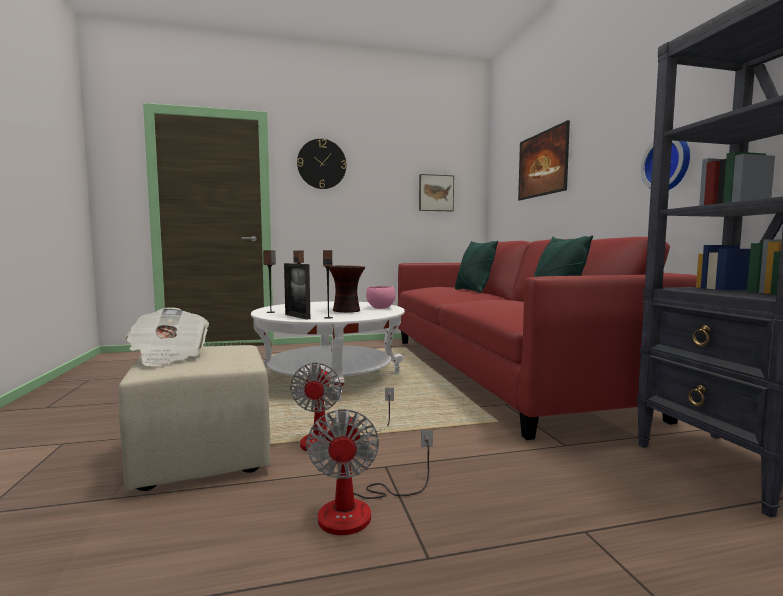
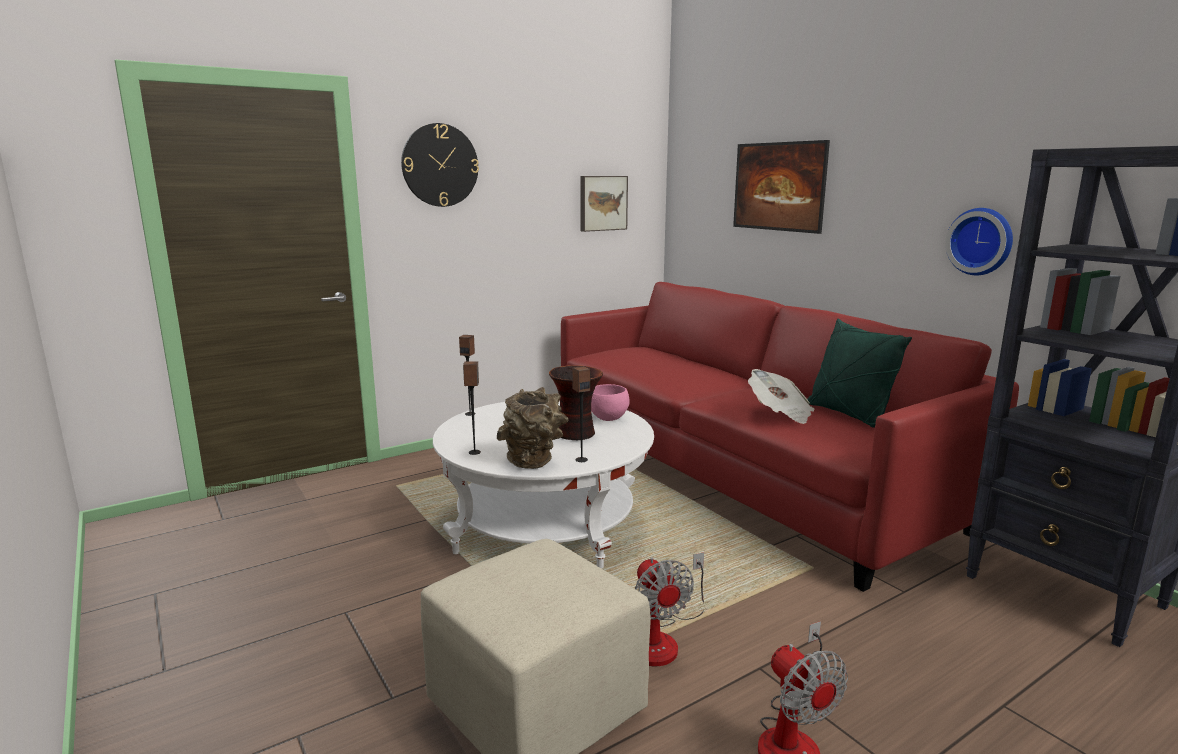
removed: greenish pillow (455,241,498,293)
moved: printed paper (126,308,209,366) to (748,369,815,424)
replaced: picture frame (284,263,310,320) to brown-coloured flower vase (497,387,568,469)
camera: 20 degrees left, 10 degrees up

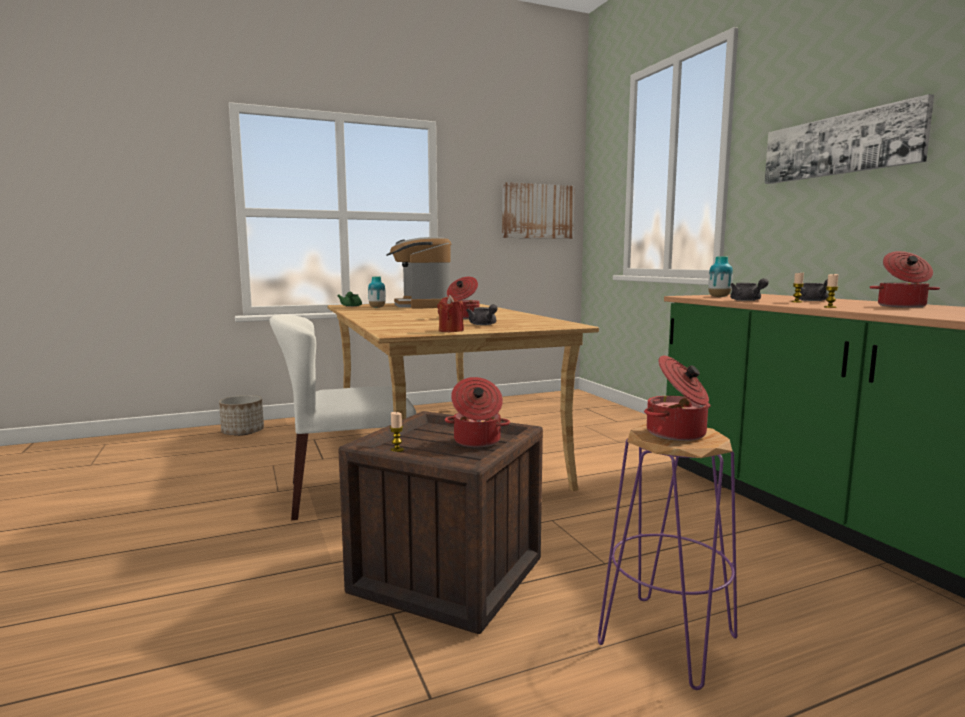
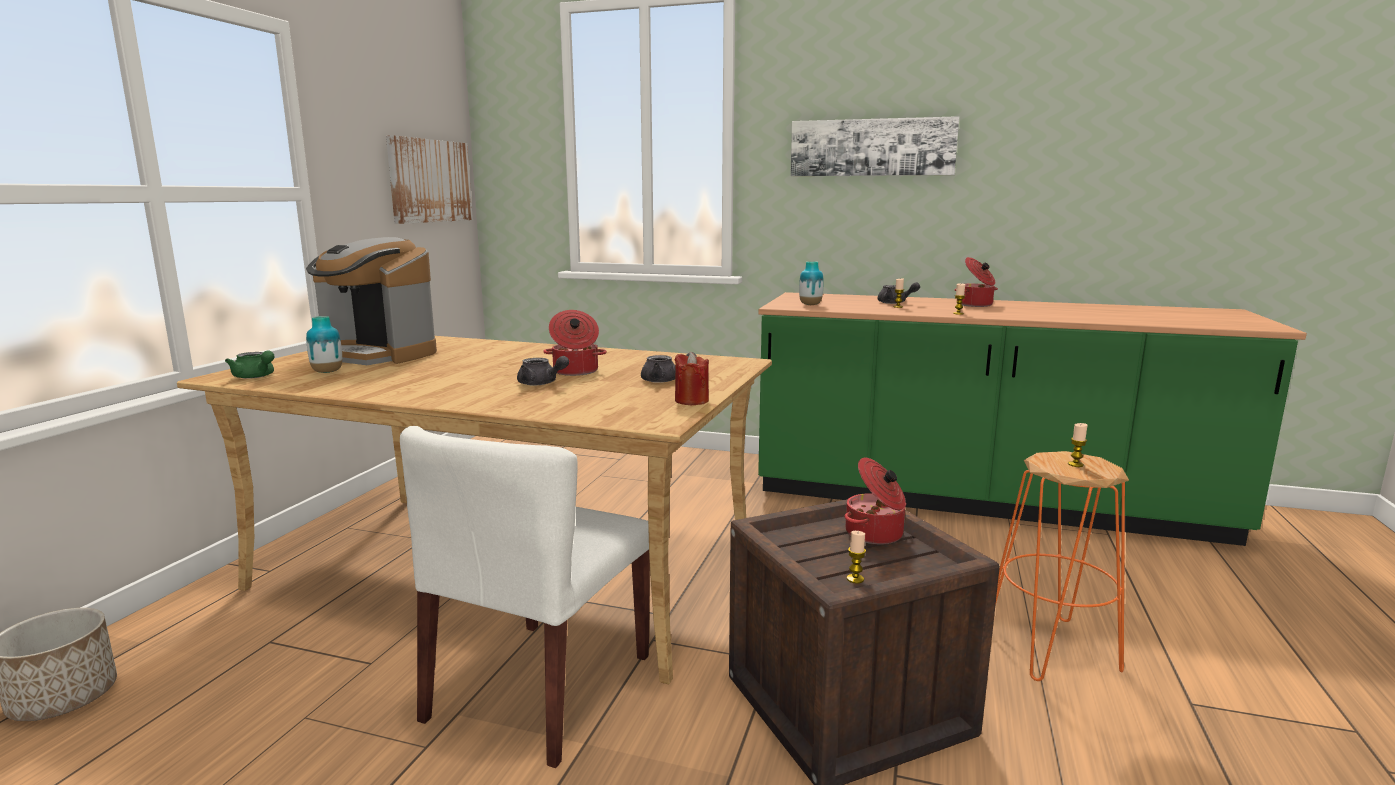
moved: grey teapot (730,278,769,301) to (517,356,569,386)
replaced: cooking pot (644,356,710,441) to candle (1068,423,1087,467)
recoloured: purple sitting stool (598,423,737,690) to orange-coloured sitting stool (996,451,1129,681)
camera: 50 degrees left, 5 degrees up

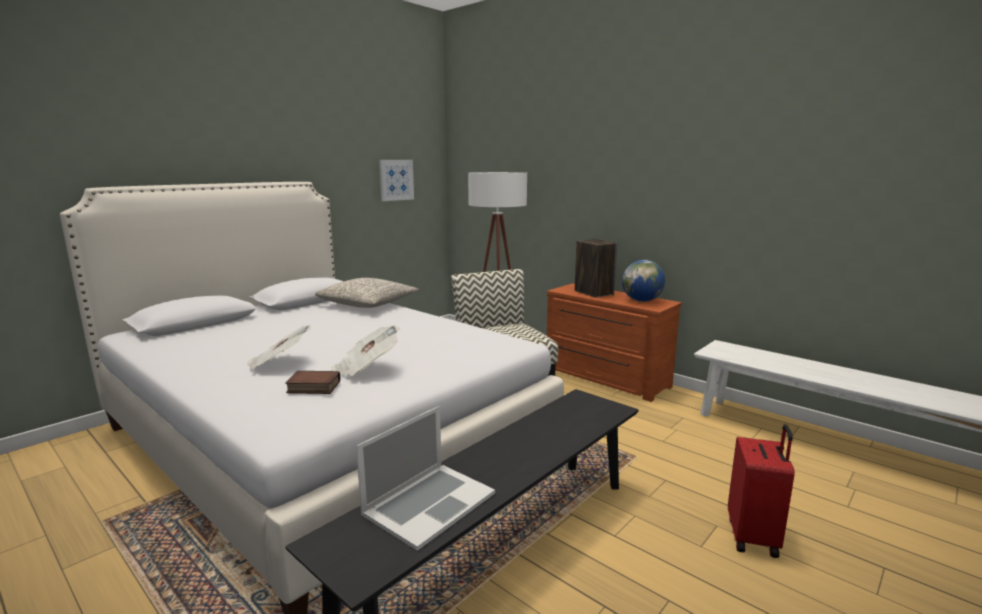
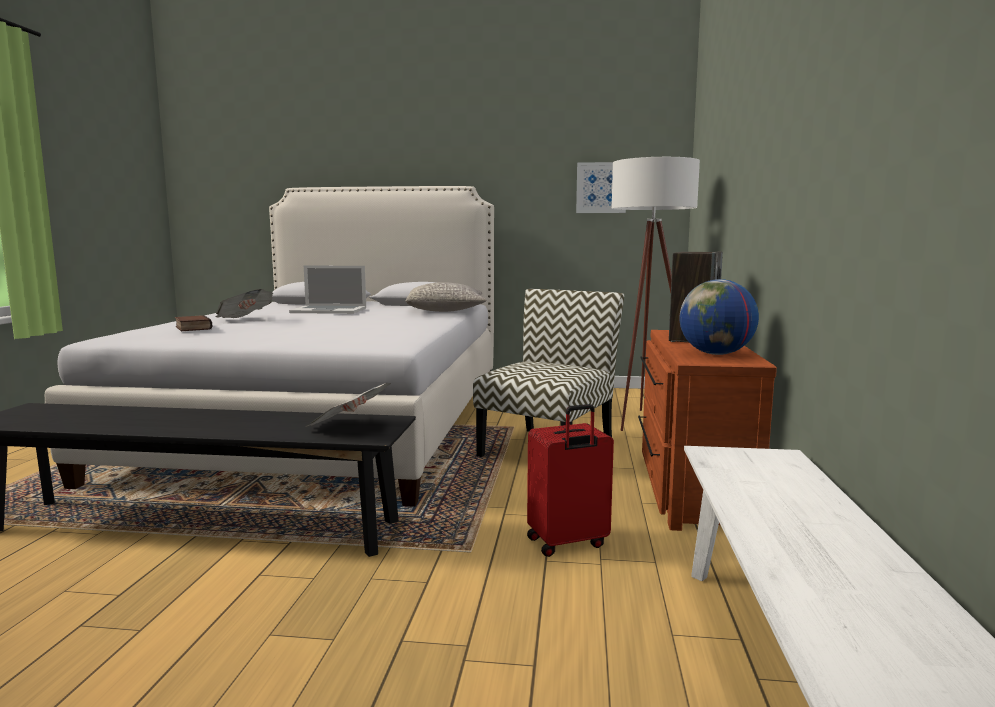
moved: printed paper (331,326,400,376) to (305,383,391,427); laptop (356,406,495,551) to (289,266,366,314); reddish suitcase (728,424,795,558) to (527,404,614,557)
camera: 55 degrees right, 5 degrees down

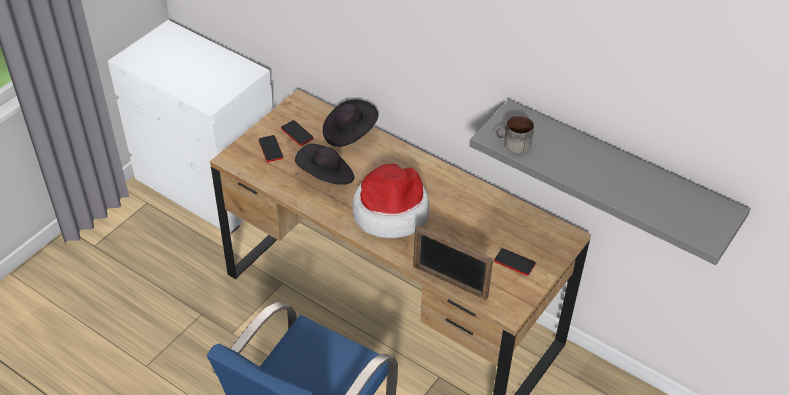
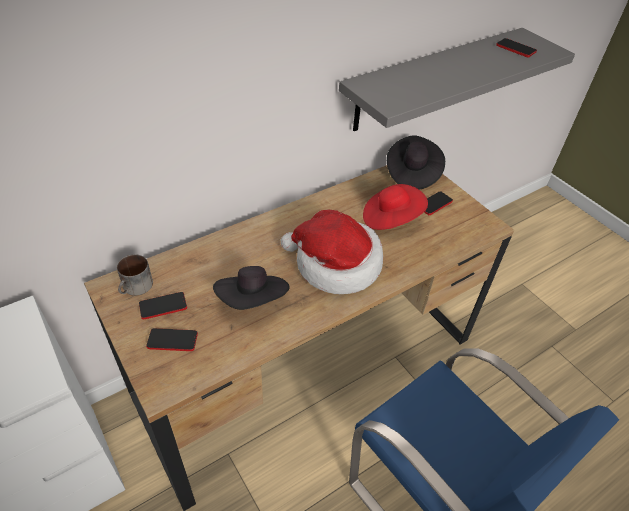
removed: picture frame (413,225,493,300)
added: reddish wearable hat (363,184,428,230); telephone (496,38,537,57)
moved: black wearable hat (323,100,378,147) to (387,135,445,189); tea mug (496,115,534,153) to (117,254,153,296)
camera: 70 degrees left, 0 degrees up

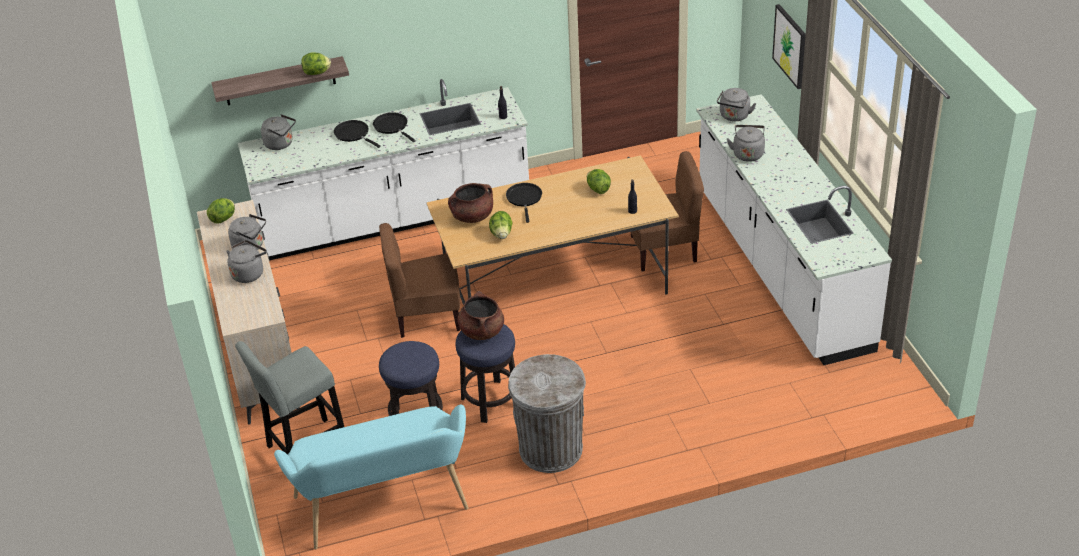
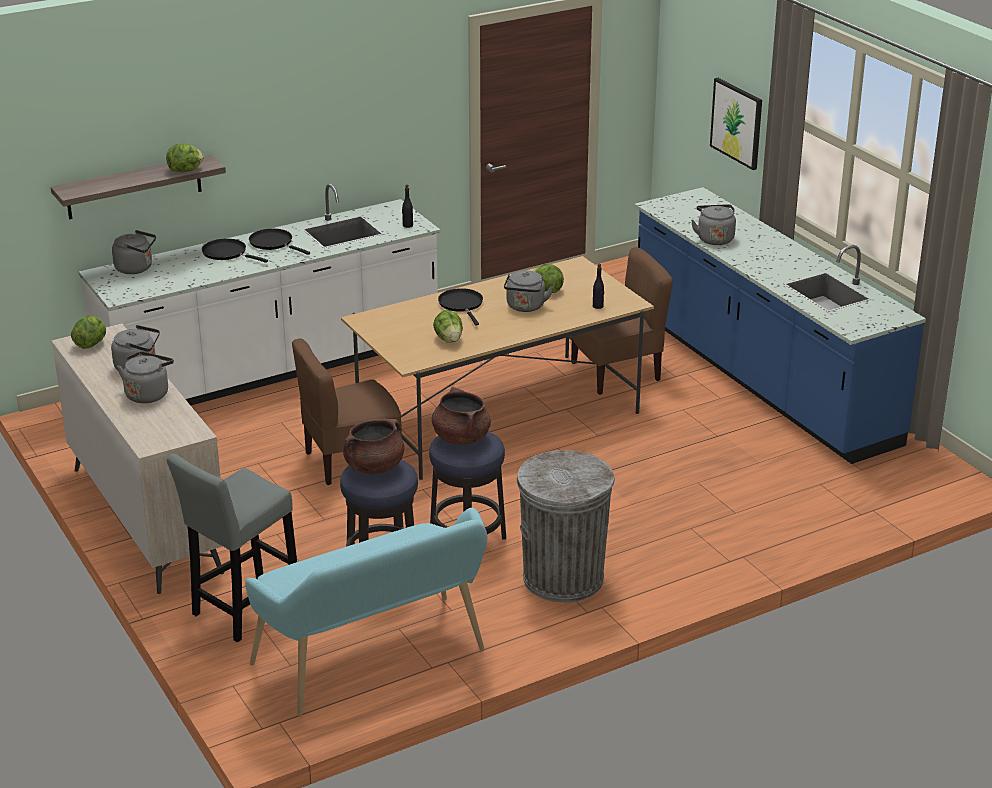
moved: brown-coloured cooking pot (448,183,493,223) to (343,419,404,474); grey water kettle (717,88,756,121) to (504,270,553,312)
recoloured: white-coloured counter (696,94,892,365) to bluish counter (634,187,926,464)
camera: 15 degrees left, 10 degrees down

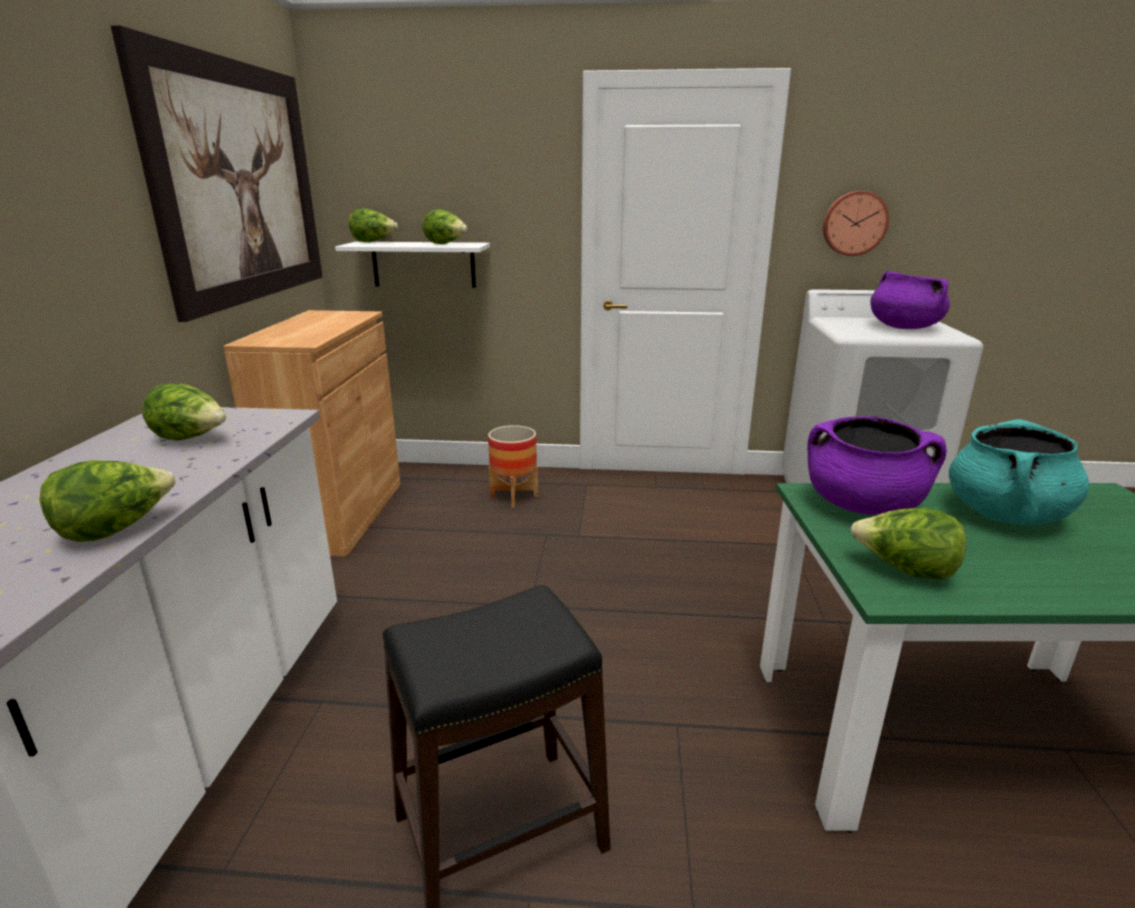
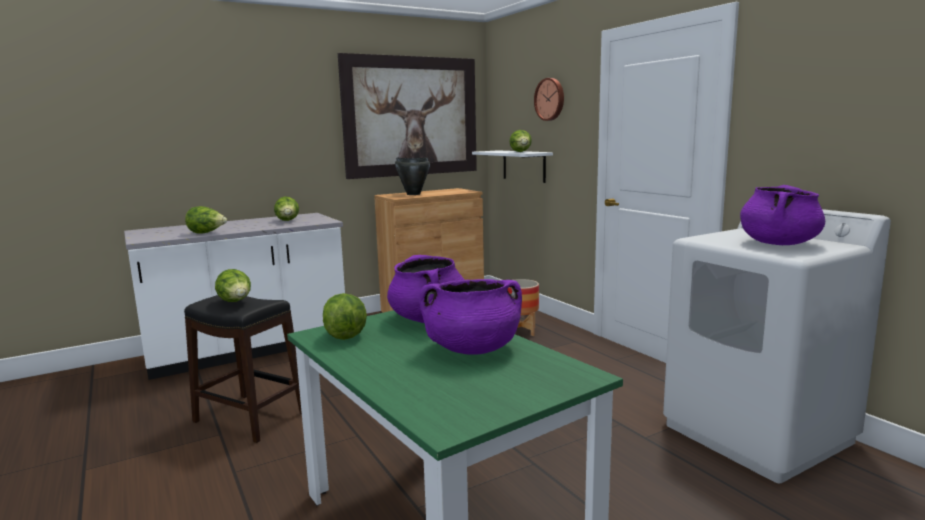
added: black cooking pot (395,158,430,195)
moved: lettuce head (349,208,398,242) to (215,269,251,302); wall clock (823,191,889,256) to (534,78,564,121)
recoloured: blue-green cooking pot (949,419,1090,525) to purple cooking pot (419,279,522,355)
camera: 55 degrees right, 10 degrees down

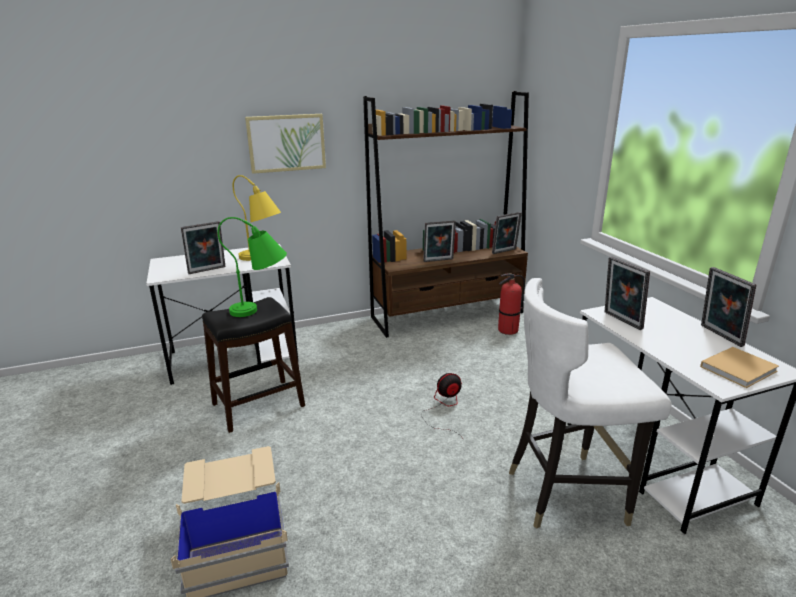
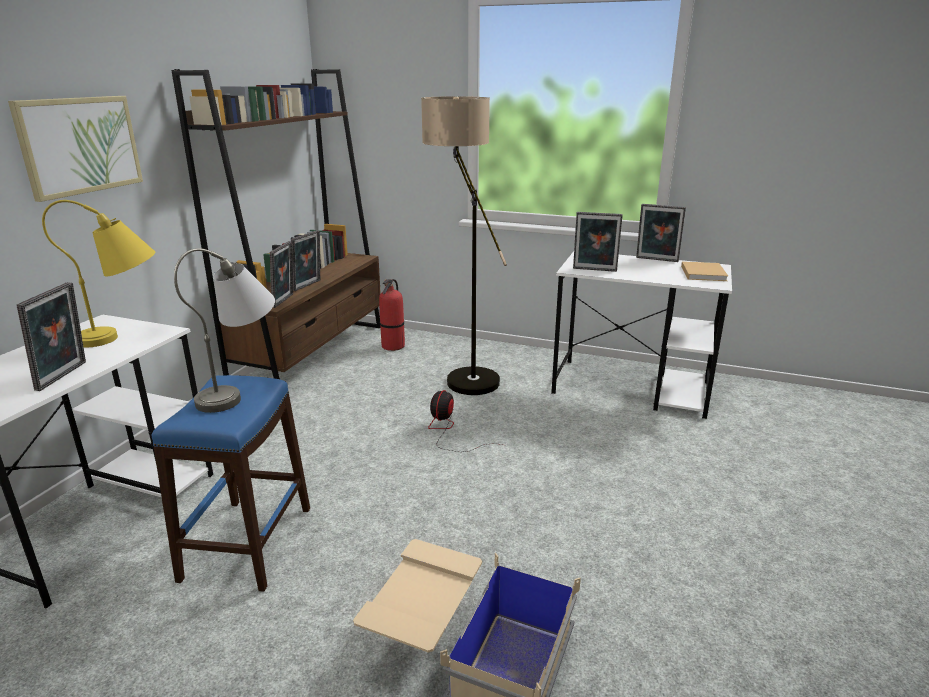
removed: white-coloured chair (509,278,671,529)
added: standing lamp (421,96,507,395)
moved: picture frame (492,212,522,254) to (270,241,293,308)
recoloured: black sitting stool (202,297,305,433) to bluish sitting stool (152,375,310,592); greenish table lamp (218,217,287,317) to grey table lamp (174,248,275,413)
camera: 50 degrees left, 0 degrees up

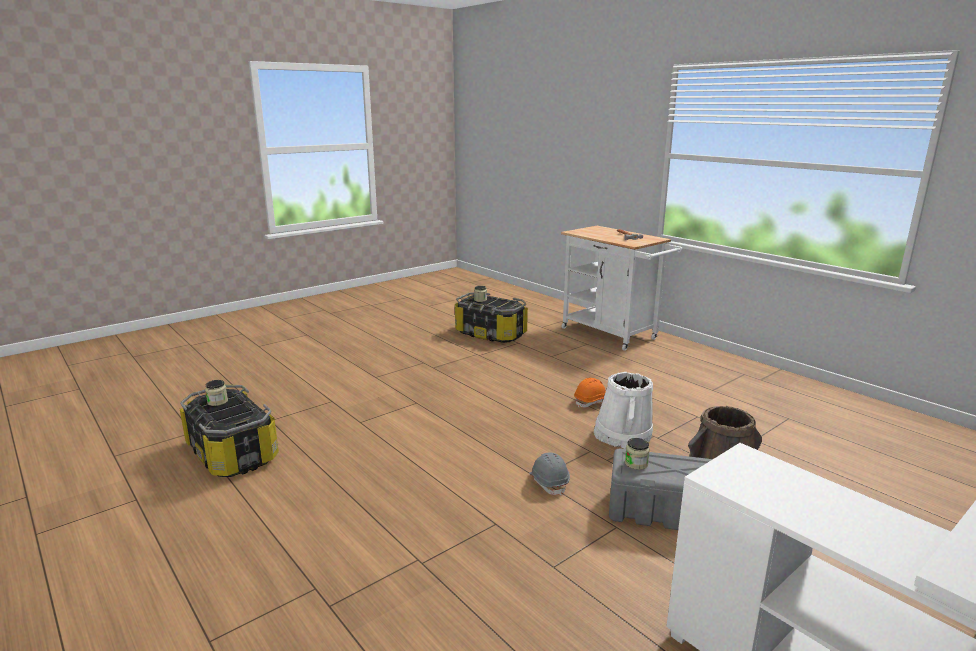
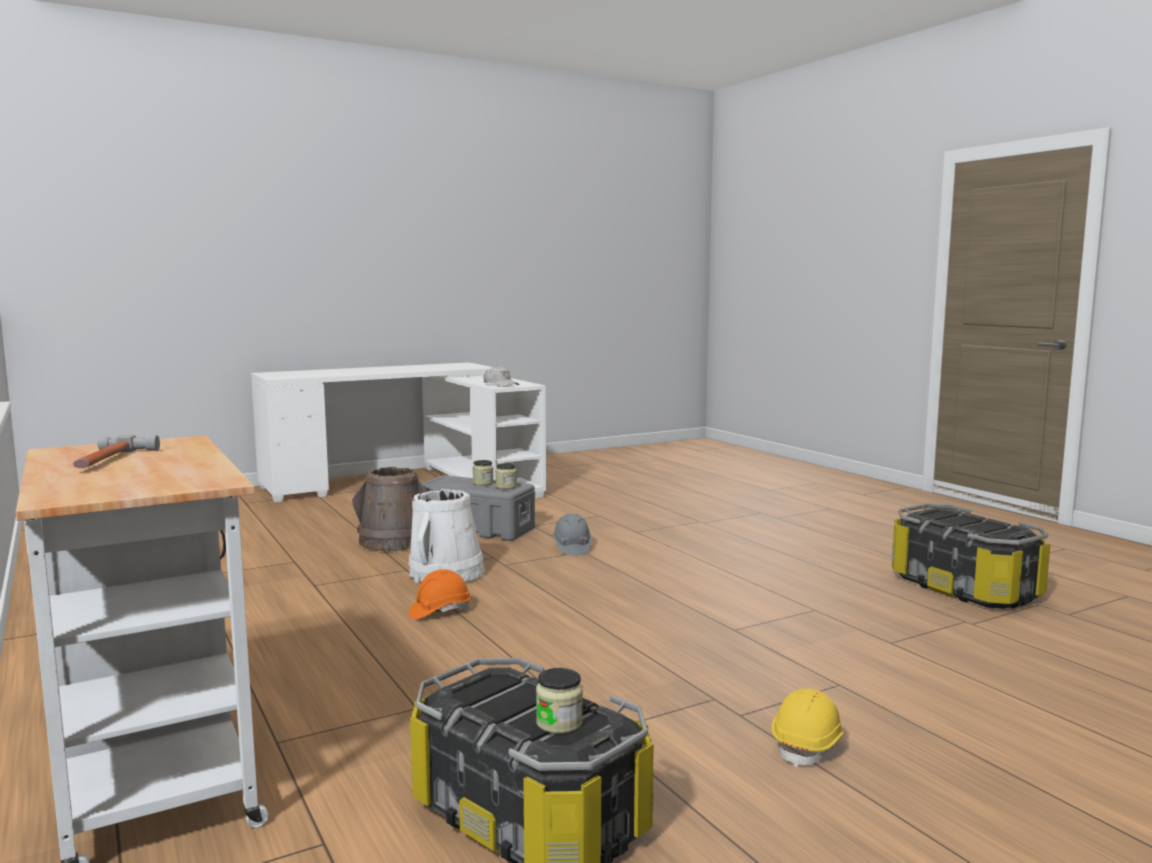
added: white-coloured peaked cap (484,365,519,387); yellow work helmet (772,688,845,768)
moved: preserve jar (205,380,228,406) to (473,460,494,485)
camera: 170 degrees left, 10 degrees down

